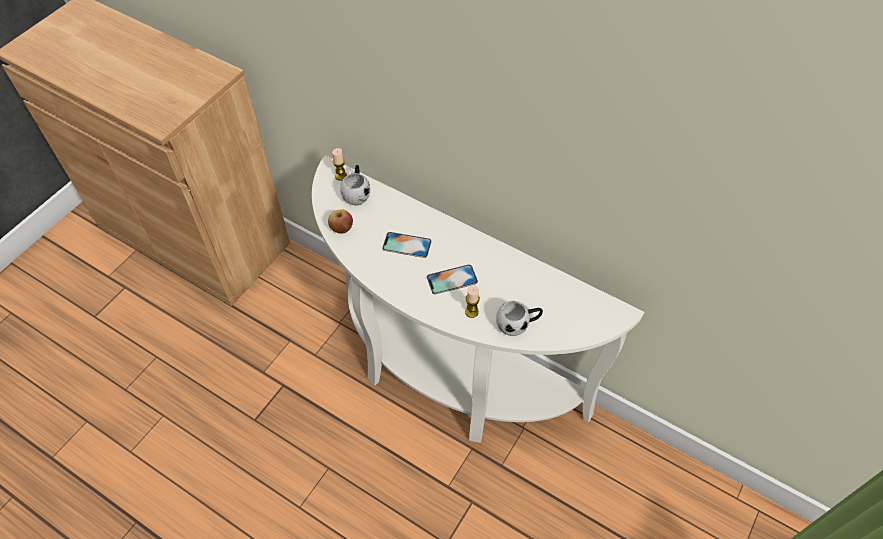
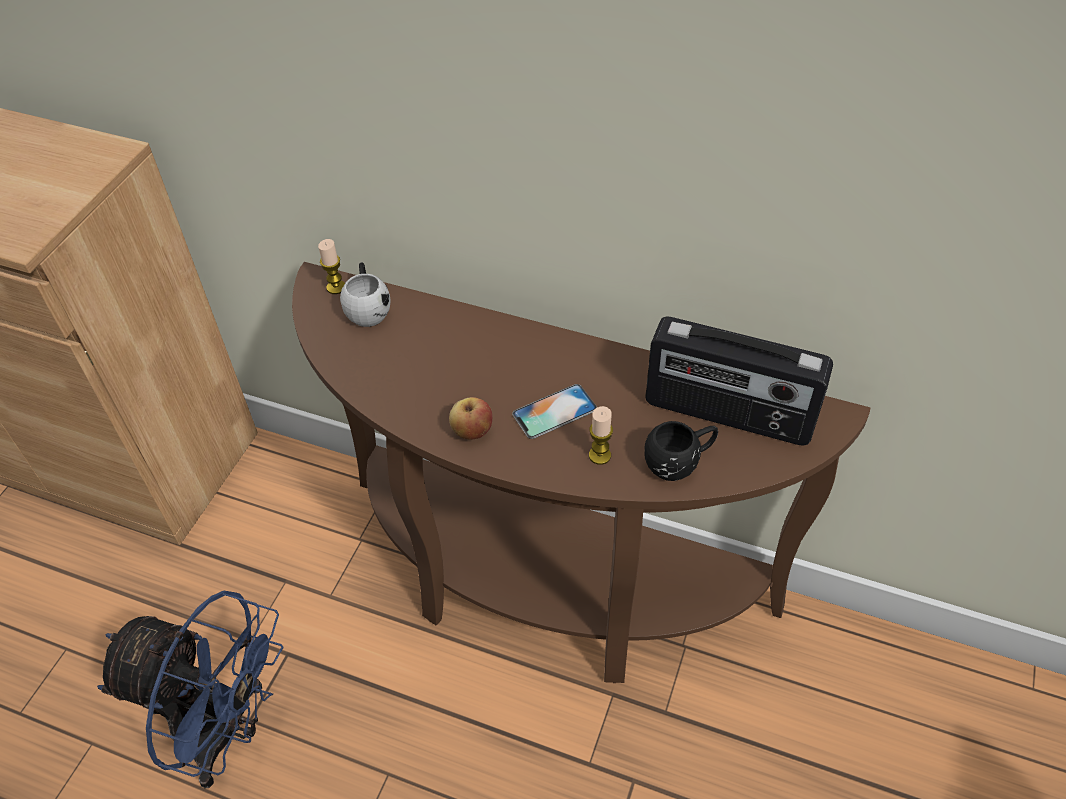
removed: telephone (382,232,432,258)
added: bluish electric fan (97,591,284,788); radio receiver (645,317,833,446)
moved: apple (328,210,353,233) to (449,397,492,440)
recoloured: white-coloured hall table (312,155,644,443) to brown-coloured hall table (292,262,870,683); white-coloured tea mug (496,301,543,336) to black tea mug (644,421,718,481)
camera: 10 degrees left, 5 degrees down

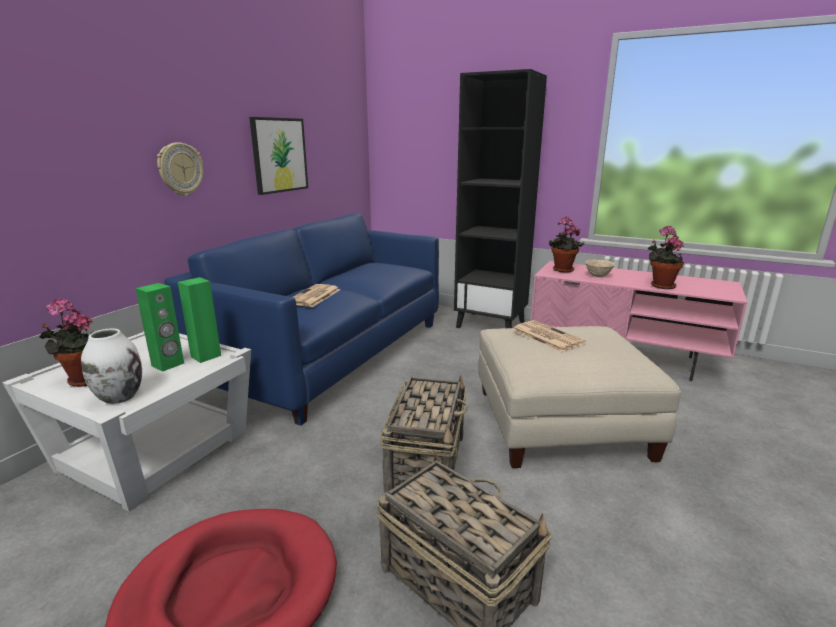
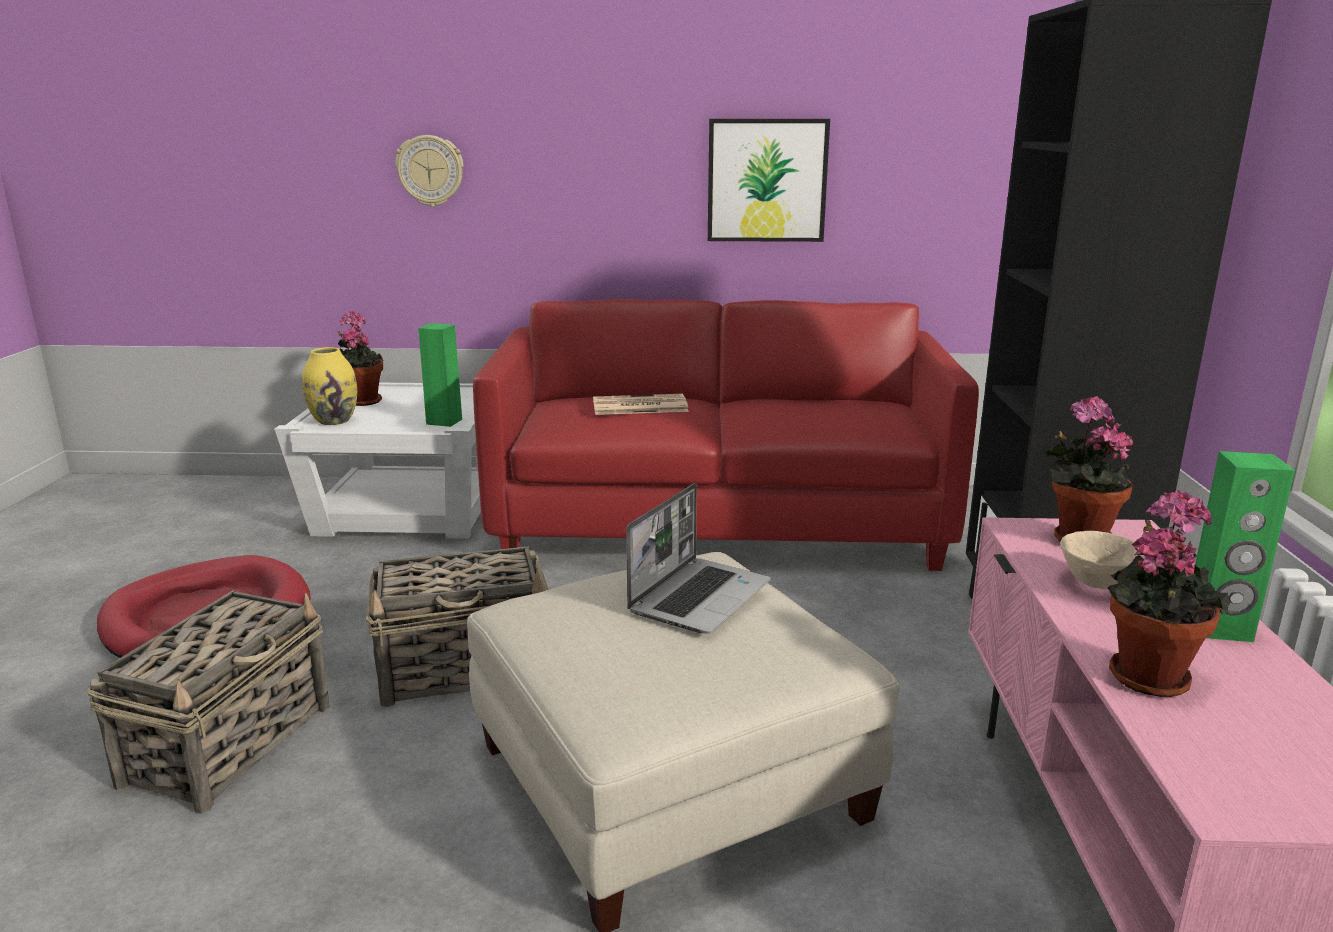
moved: greenish speaker (135,283,184,372) to (1195,451,1295,642); wall clock (157,142,203,196) to (395,135,464,207)
replaced: printed paper (513,320,586,352) to laptop (626,483,770,634)
recoloured: white-coloured flower vase (81,328,142,404) to yellow flower vase (302,347,357,425); bluish couch (164,213,439,426) to reddish couch (473,299,979,571)
camera: 65 degrees right, 0 degrees up

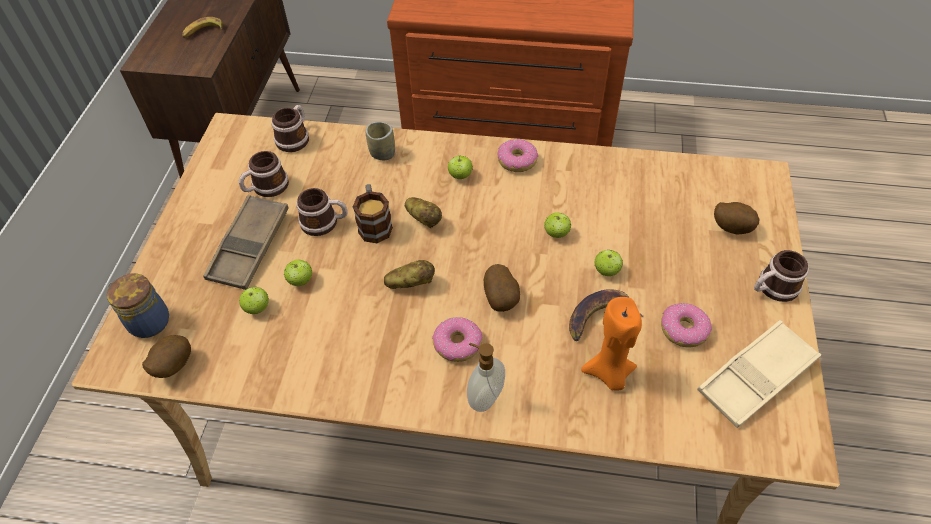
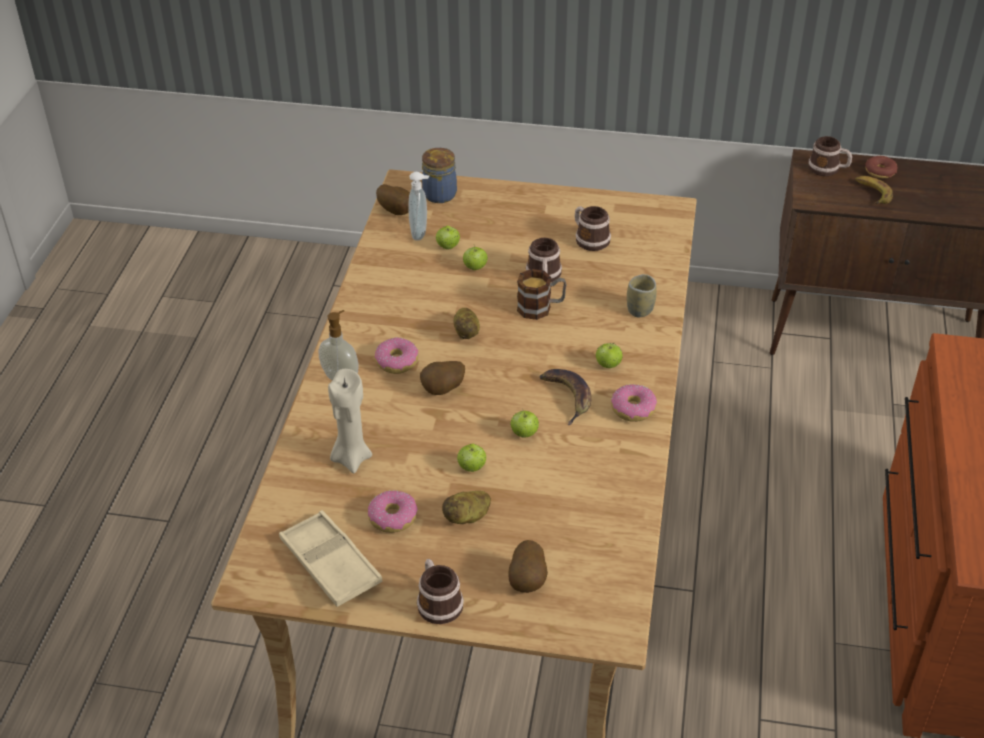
removed: brown-coloured tray (203,195,289,290)
added: liquid soap bottle (408,172,429,241); donut (865,156,897,178)
moved: tea mug (271,105,309,152) to (808,136,852,176); potato (404,197,442,228) to (442,491,491,524); banana fruit (569,290,643,341) to (540,369,592,425)
recoloured: orange-coloured candle (581,297,642,390) to beige-coloured candle (328,369,372,473)
camera: 90 degrees right, 10 degrees down

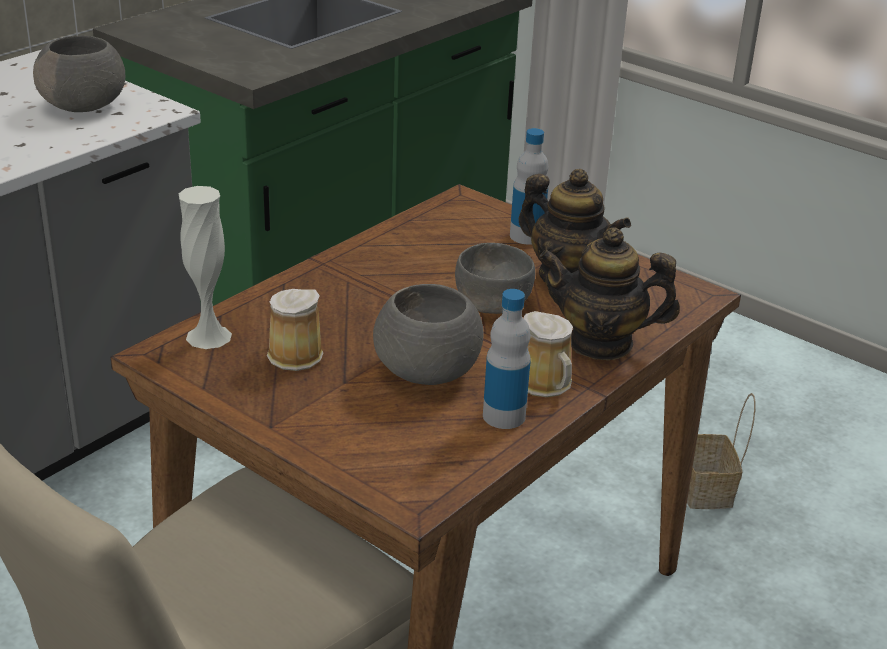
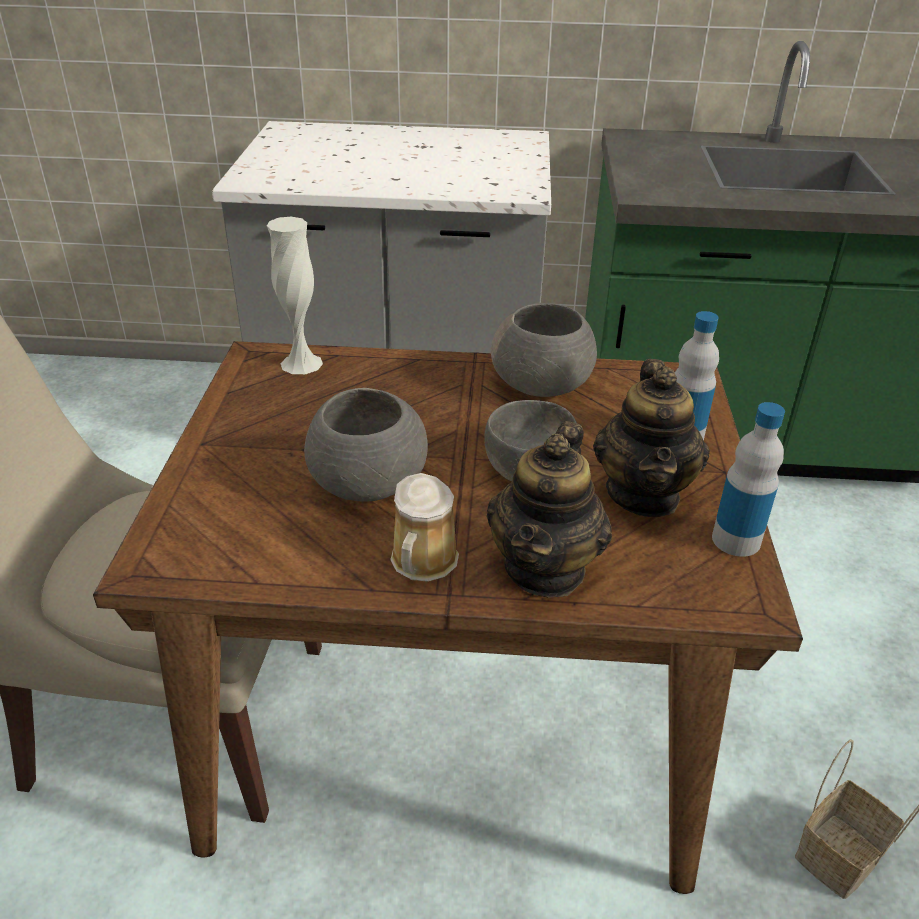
removed: tea mug (267,289,324,371)
moved: grey bowl (33,35,125,112) to (491,303,597,397); bottle (483,289,531,429) to (712,402,785,557)
turned: teapot (539,227,680,360) = (487,421,612,598) 135 degrees counterclockwise
camera: 55 degrees right, 5 degrees up

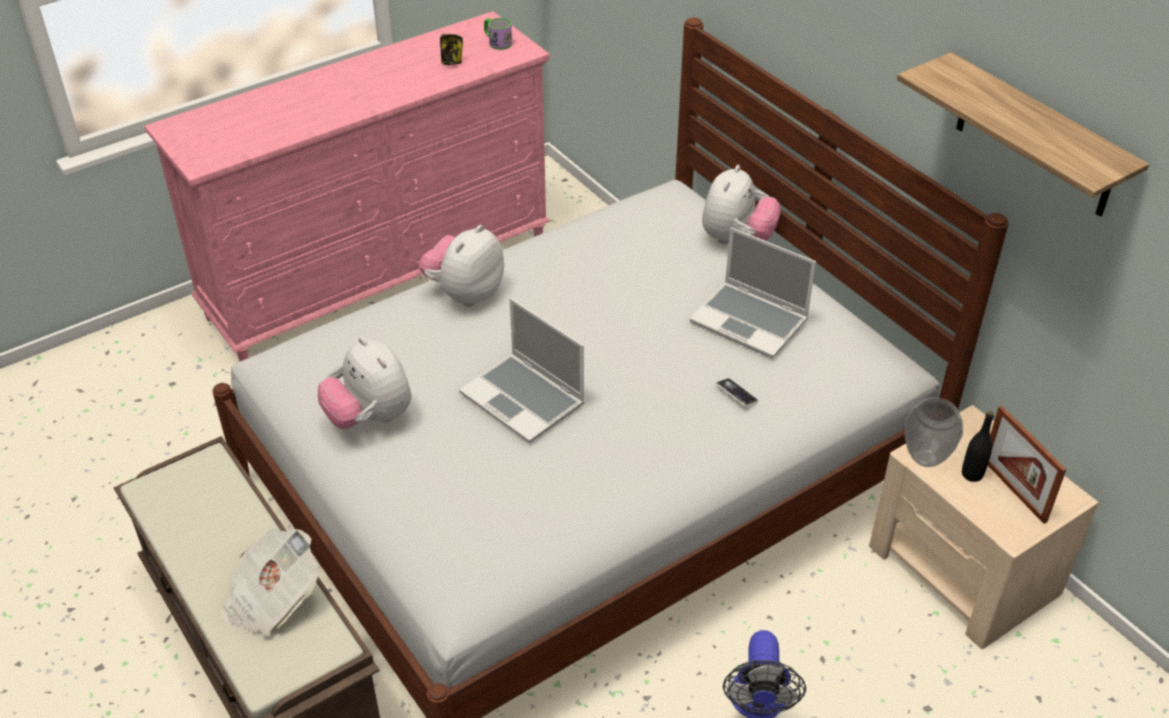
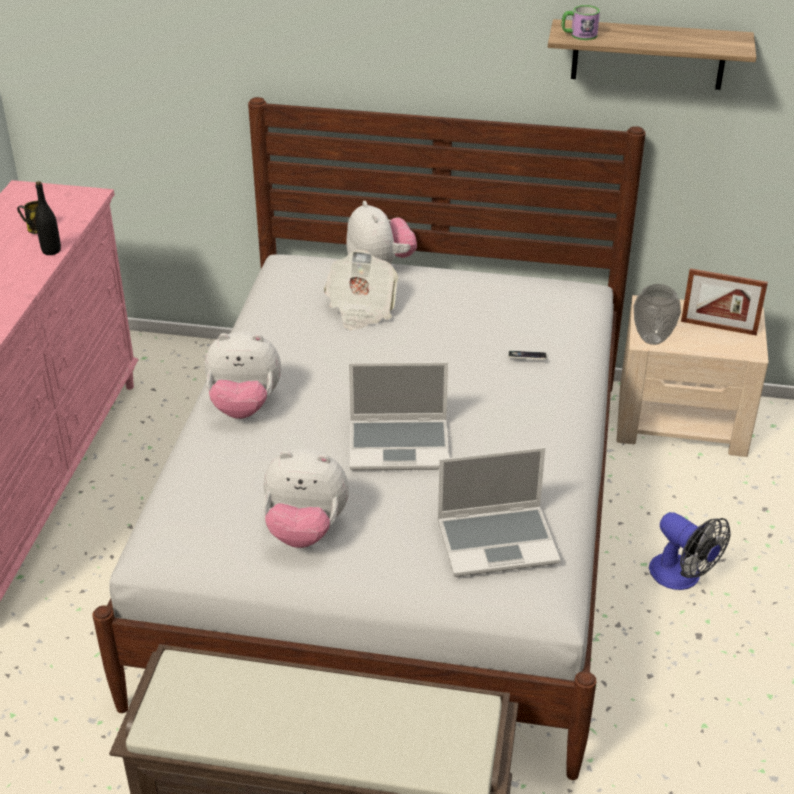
moved: printed paper (220,528,319,637) to (324,250,398,330); tea mug (484,18,512,50) to (561,5,600,40); laptop (690,227,816,359) to (438,447,560,577); black bottle (962,411,994,482) to (35,181,61,255)
turned: soft toy (419,225,504,306) = (205,332,281,419) 75 degrees counterclockwise
camera: 45 degrees left, 5 degrees down

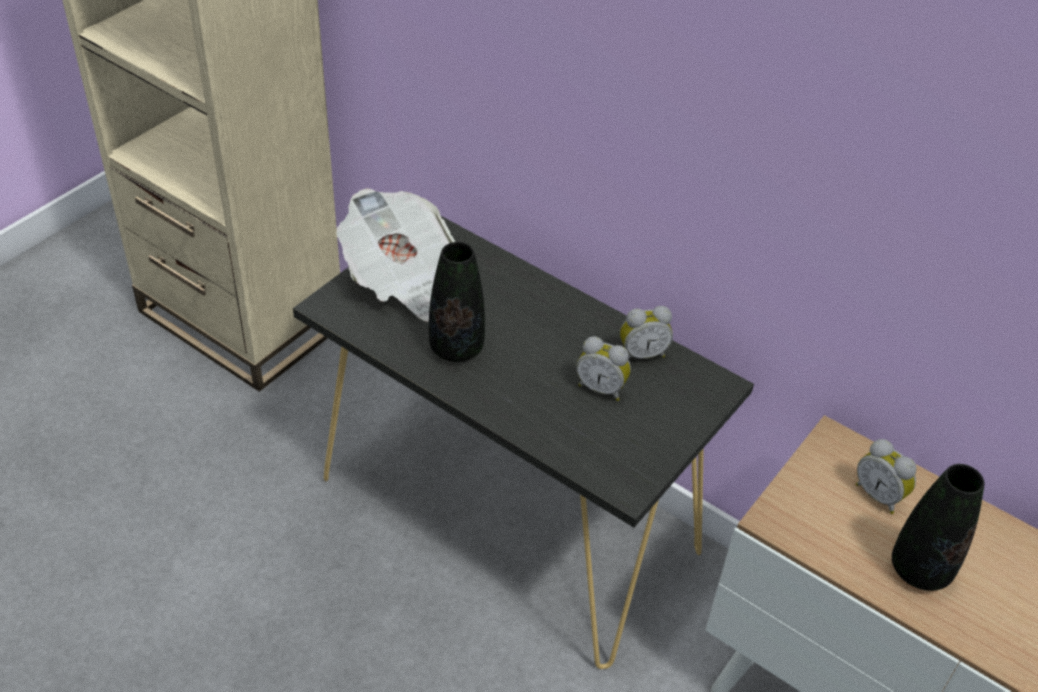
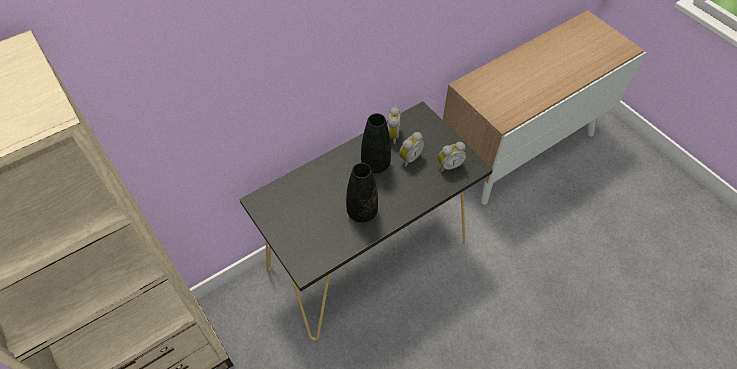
removed: printed paper (336,188,455,322)
moved: alarm clock (856,439,917,514) to (438,142,466,172); black flower vase (892,464,984,591) to (361,113,391,173)
camera: 70 degrees left, 10 degrees up

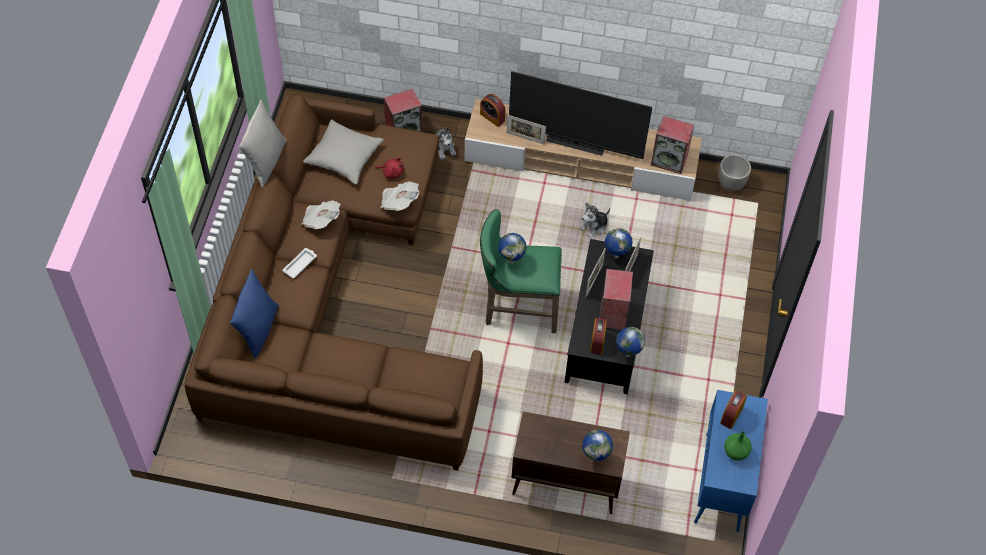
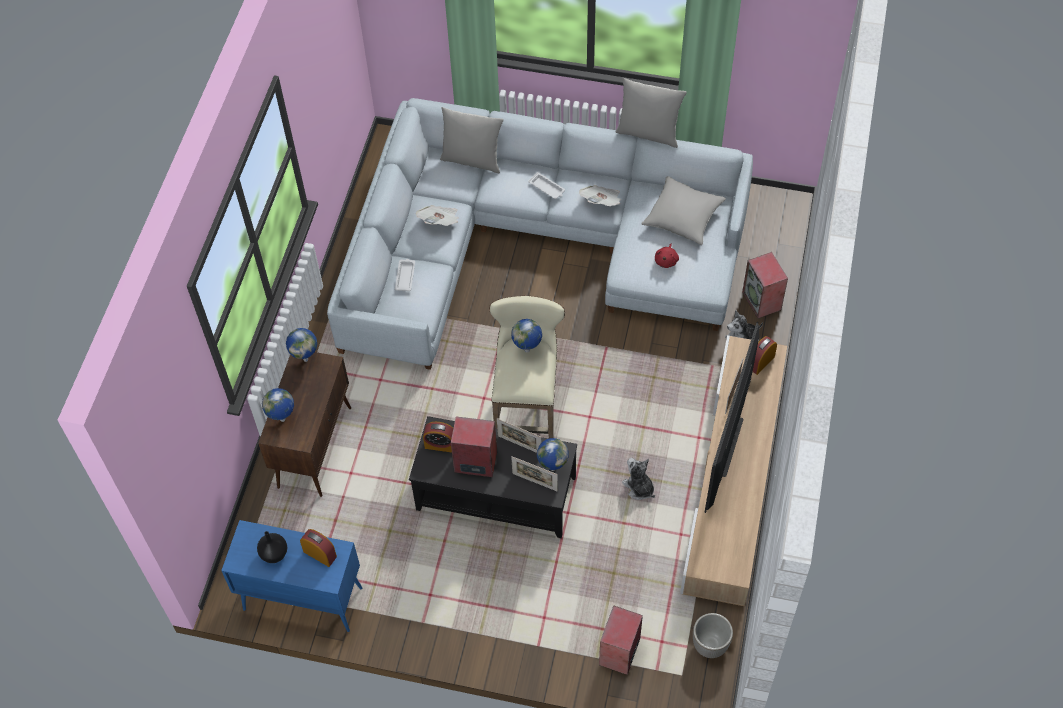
added: white-coloured tray (395,259,415,291)
moved: printed paper (380,181,419,211) to (416,205,459,226); desk globe (616,327,645,357) to (286,328,317,362); speaker (651,116,694,174) to (599,605,643,675)
recoloured: brown-coloured couch (185,94,483,471) to grey couch (327,98,753,370); bluish pillow (230,269,279,358) to grey pillow (440,107,504,173); greenish sitting stool (480,209,562,333) to beige-coloured sitting stool (489,295,565,438); greenish flower vase (724,431,752,461) to black flower vase (257,531,287,563)
camera: 95 degrees right, 0 degrees up

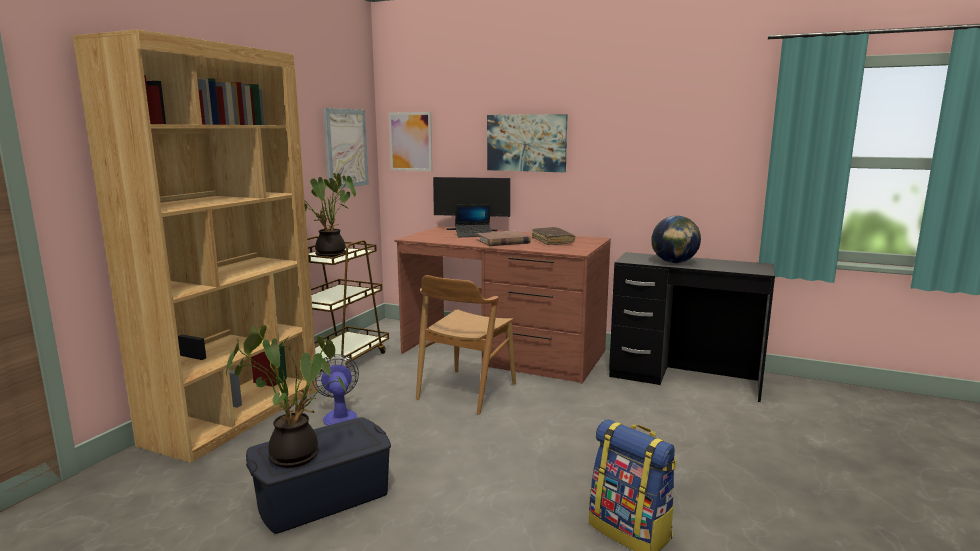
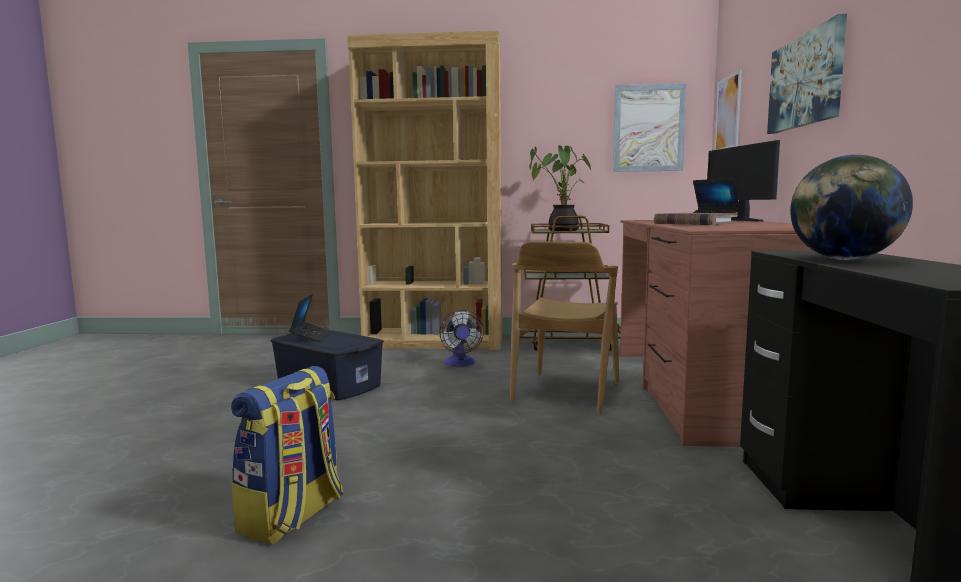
removed: brown-coloured volume (532,227,575,245)
replaced: plant in a pot (226,325,346,468) to laptop (289,294,332,342)
turned: electric fan (312,354,359,426) = (439,310,484,366) 120 degrees clockwise; brown-coloured chair (416,275,516,415) = (510,241,619,415) 75 degrees counterclockwise
camera: 70 degrees right, 5 degrees down

